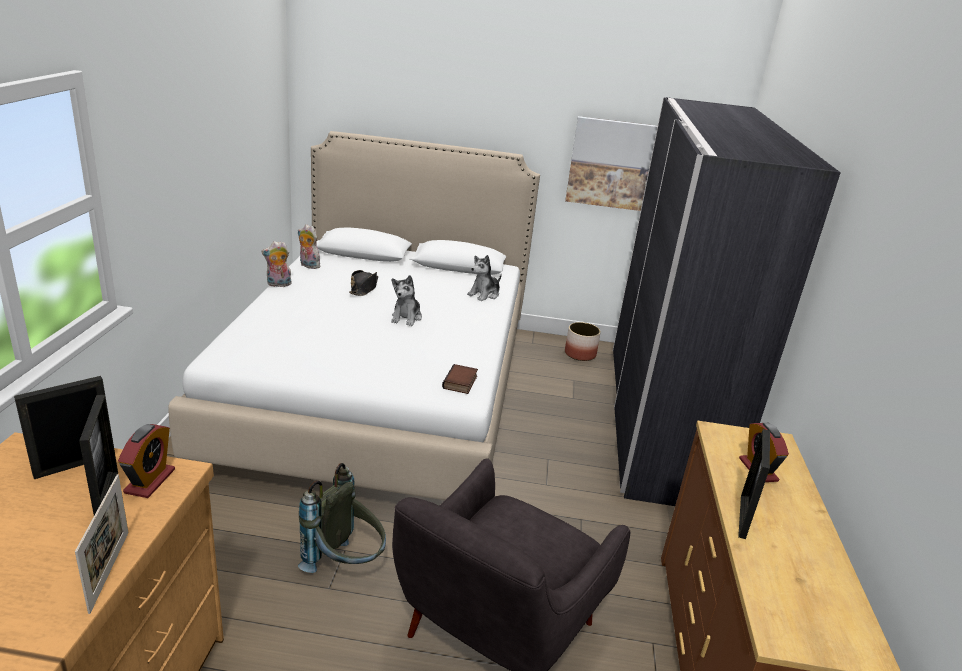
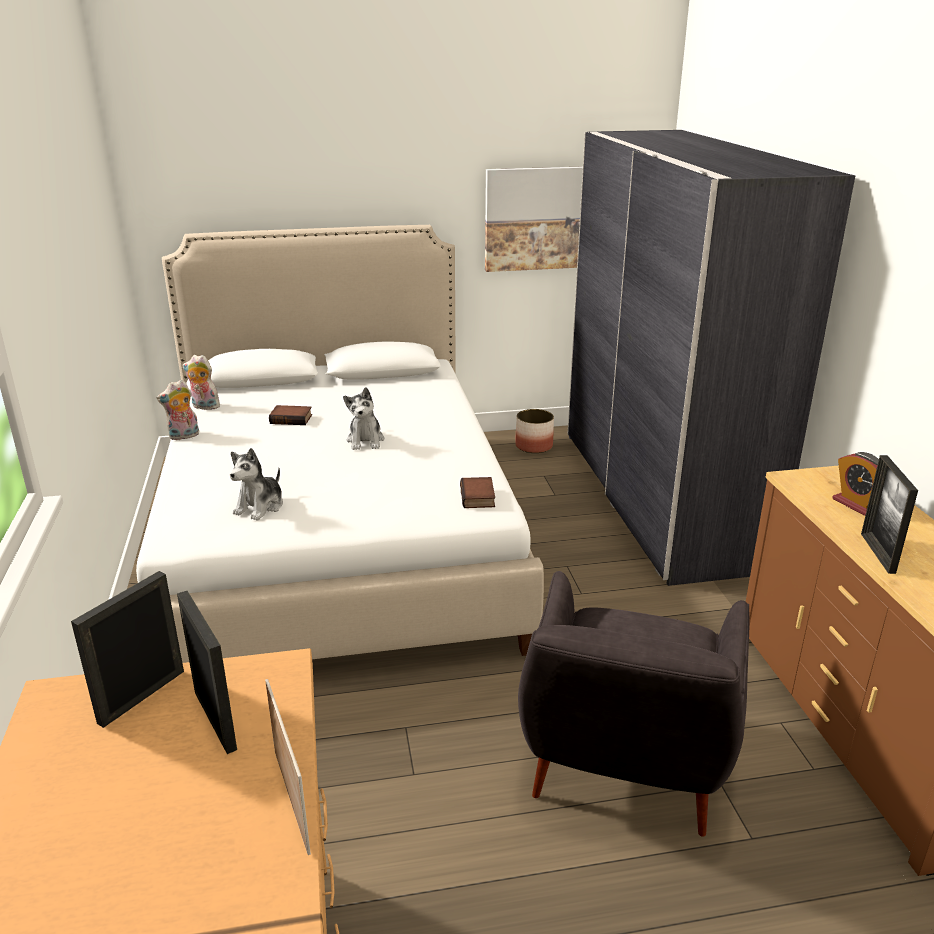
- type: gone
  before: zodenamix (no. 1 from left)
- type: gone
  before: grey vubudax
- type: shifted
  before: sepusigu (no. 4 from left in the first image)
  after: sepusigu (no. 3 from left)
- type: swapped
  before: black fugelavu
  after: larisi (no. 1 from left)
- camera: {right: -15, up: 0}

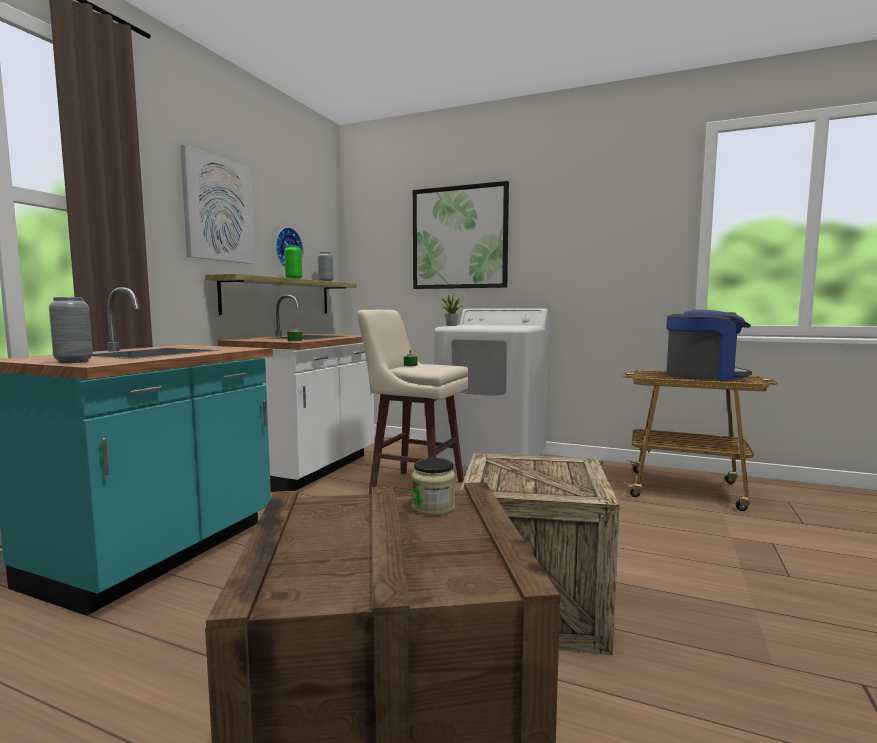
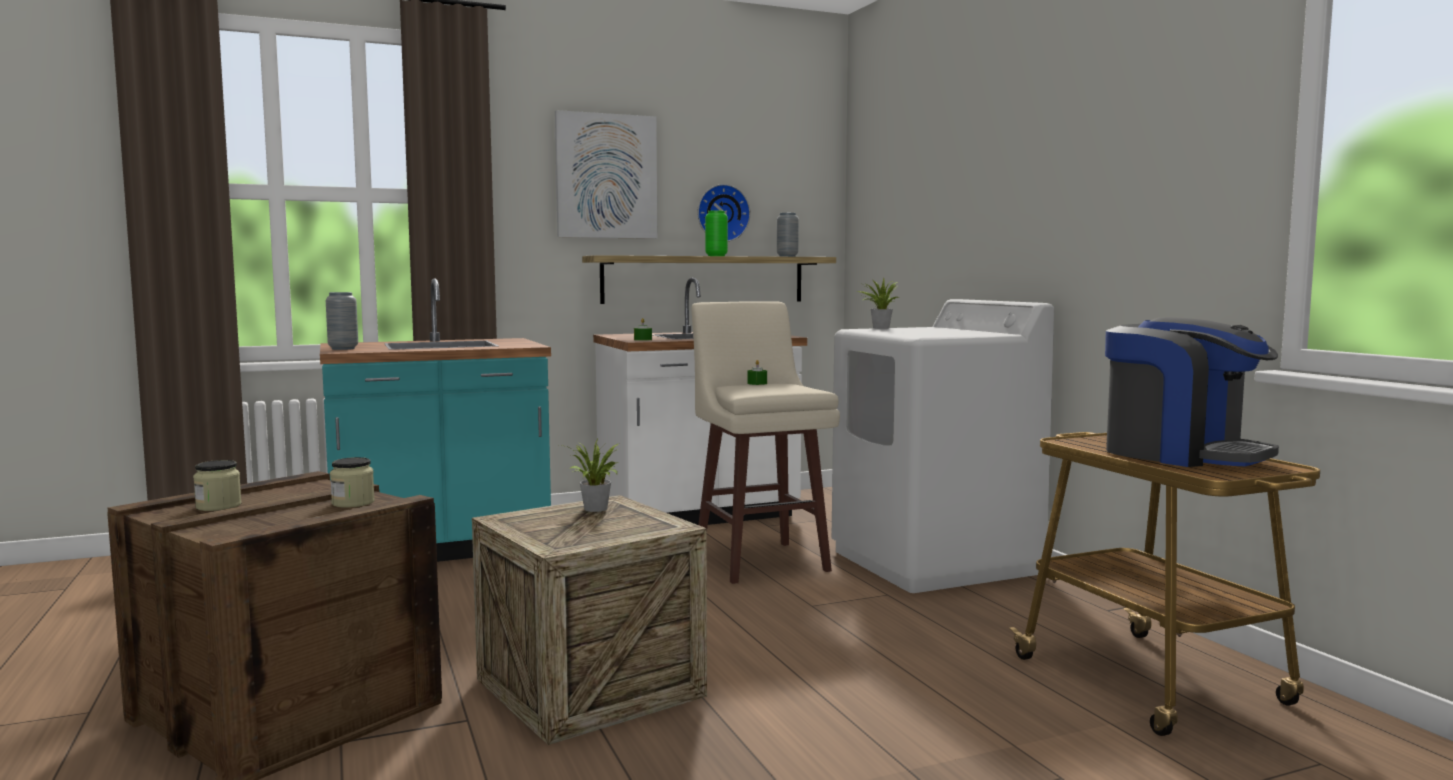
- type: gone
  before: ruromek (no. 2 from left)
- type: new
  after: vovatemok (no. 1 from left)
- type: new
  after: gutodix (no. 1 from left)
- camera: {right: 45, up: 0}

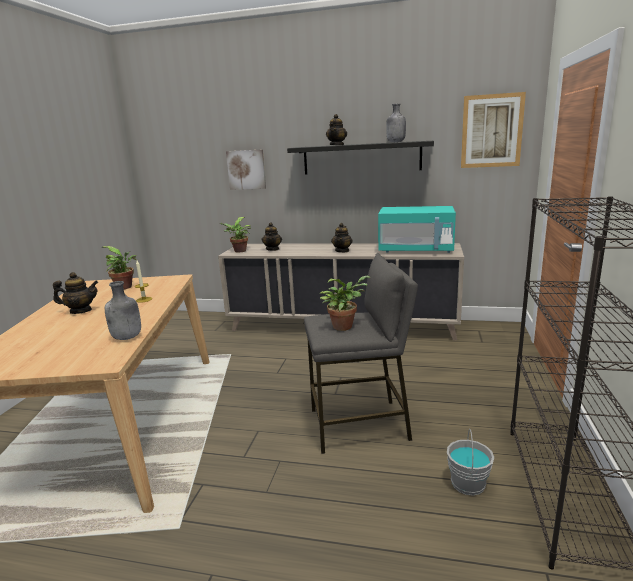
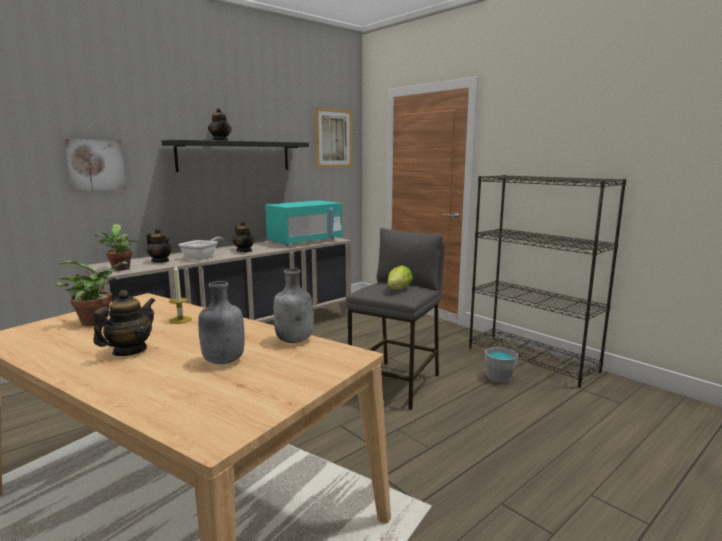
- type: new
  after: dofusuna
- type: shifted
  before: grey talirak (no. 2 from left in the first image)
  after: grey talirak (no. 1 from left)
- type: swapped
  before: gutodix (no. 3 from left)
  after: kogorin
- camera: {right: -55, up: -5}

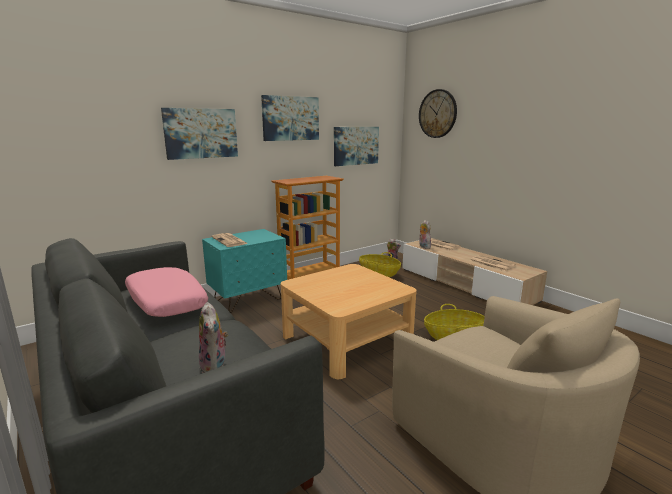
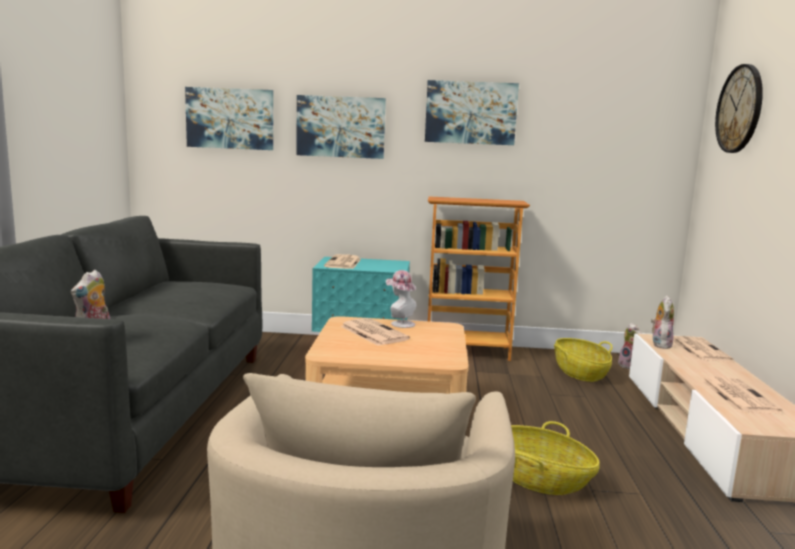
- type: gone
  before: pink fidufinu
- type: new
  after: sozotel (no. 2 from left)
- type: new
  after: fugelavu
- type: shifted
  before: ruromek (no. 3 from left in the first image)
  after: ruromek (no. 1 from left)
- camera: {right: 40, up: -5}

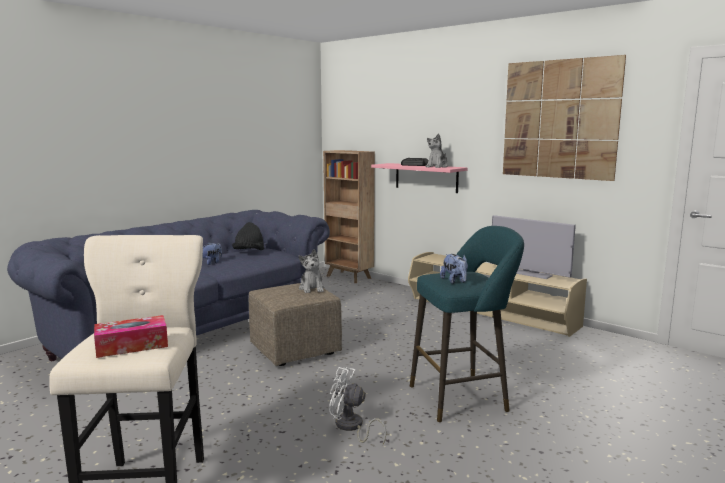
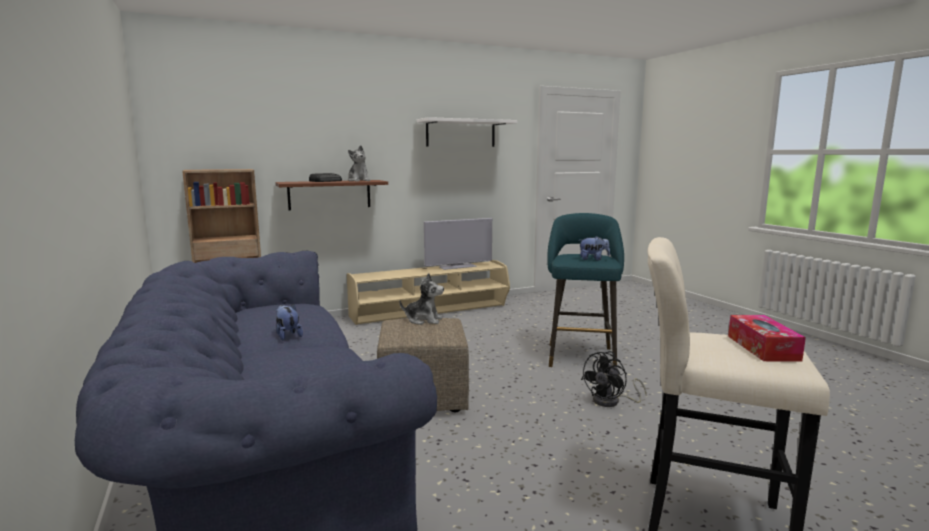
- type: gone
  before: black fugelavu
- type: swapped
  before: ruromek
  after: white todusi
- type: repainted
  before: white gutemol
  after: black gutemol
- type: repainted
  before: pink todusi
  after: brown todusi
- camera: {right: -65, up: 0}

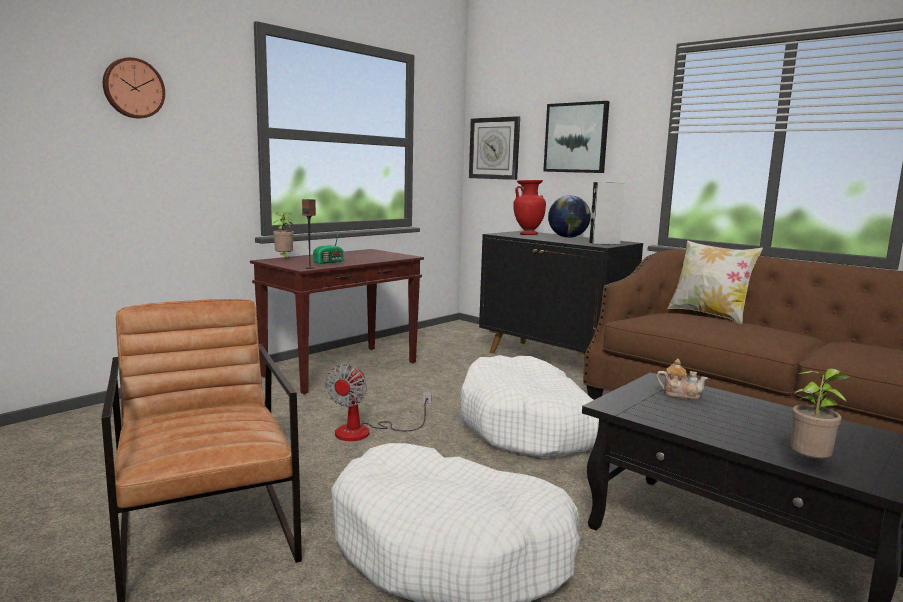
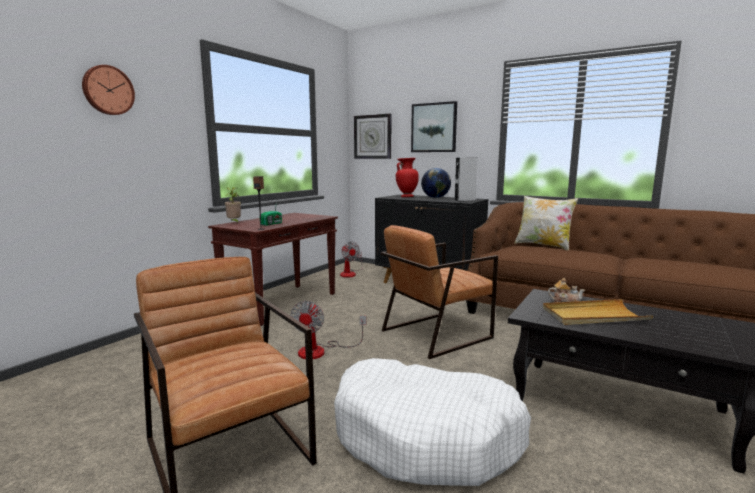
- type: gone
  before: gutodix (no. 2 from left)
- type: new
  after: gutemol (no. 2 from left)
- type: new
  after: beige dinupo
- type: swapped
  before: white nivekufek (no. 2 from left)
  after: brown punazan (no. 2 from left)
- camera: {right: -10, up: 0}

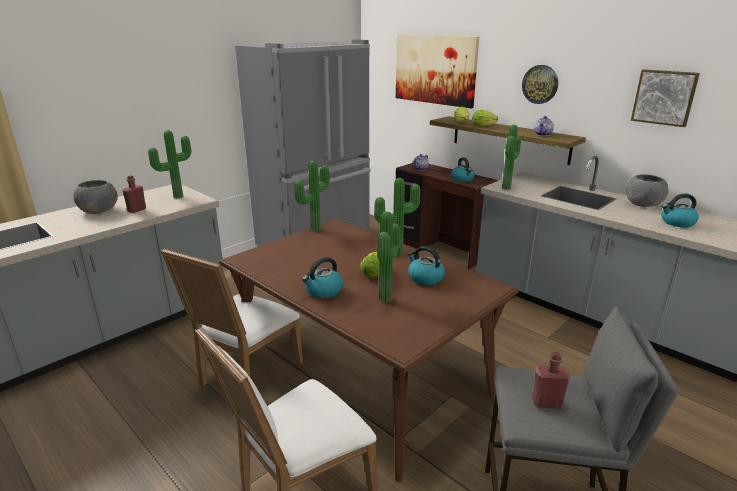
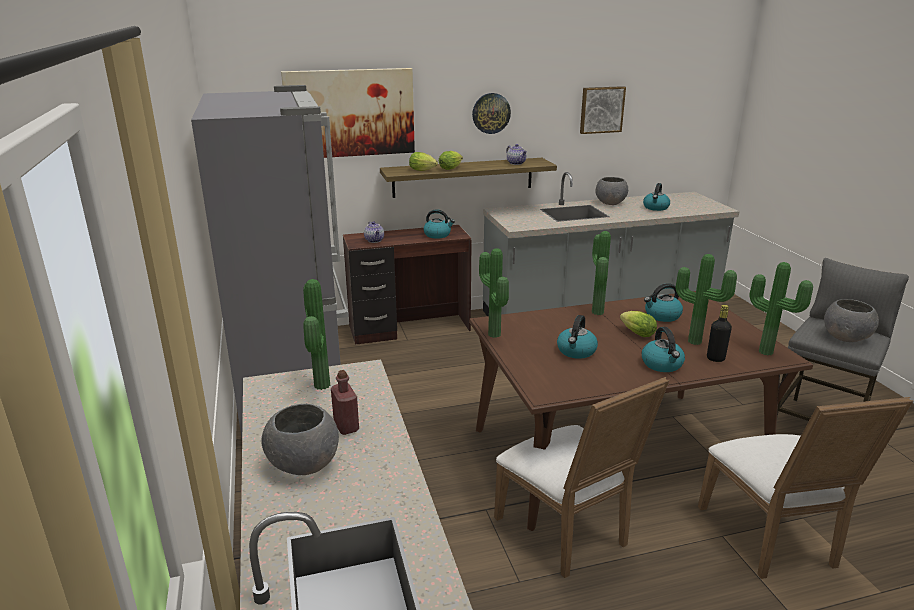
- type: new
  after: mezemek (no. 2 from left)
- type: new
  after: black talirak
- type: shifted
  before: gutodix (no. 5 from left)
- type: swapped
  before: red talirak (no. 2 from left)
  after: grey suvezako (no. 3 from left)
- camera: {right: -60, up: 0}

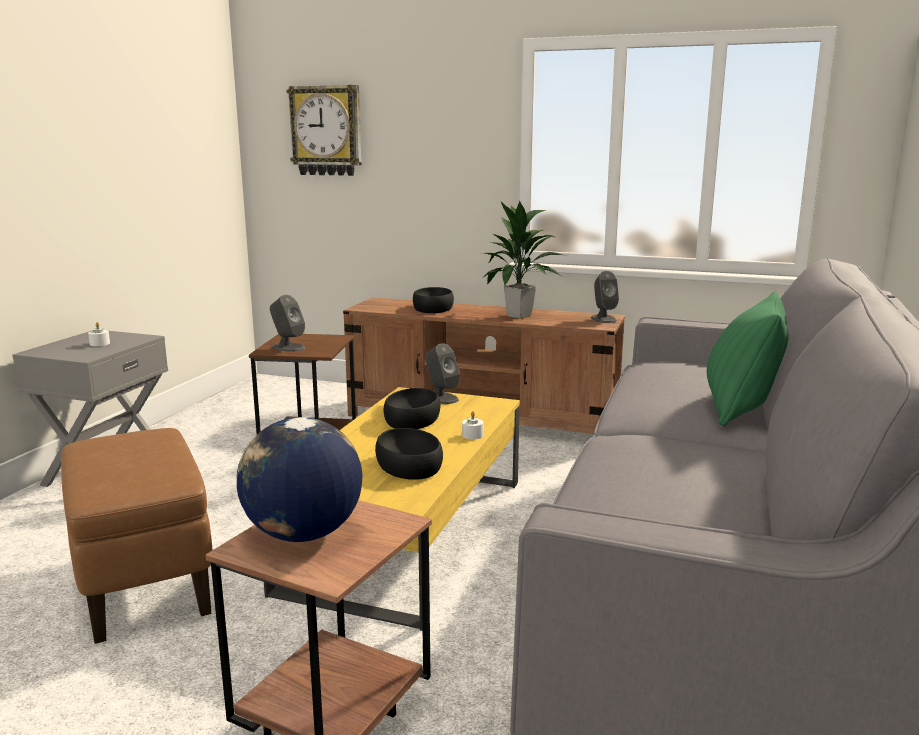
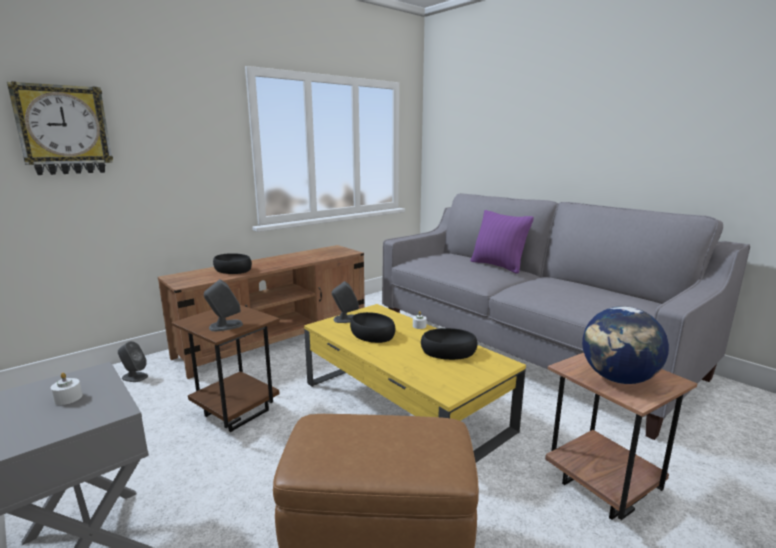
- type: gone
  before: gutodix
- type: shifted
  before: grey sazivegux (no. 3 from left in the first image)
  after: grey sazivegux (no. 1 from left)
- type: repainted
  before: green fidufinu
  after: purple fidufinu
- camera: {right: -60, up: 0}

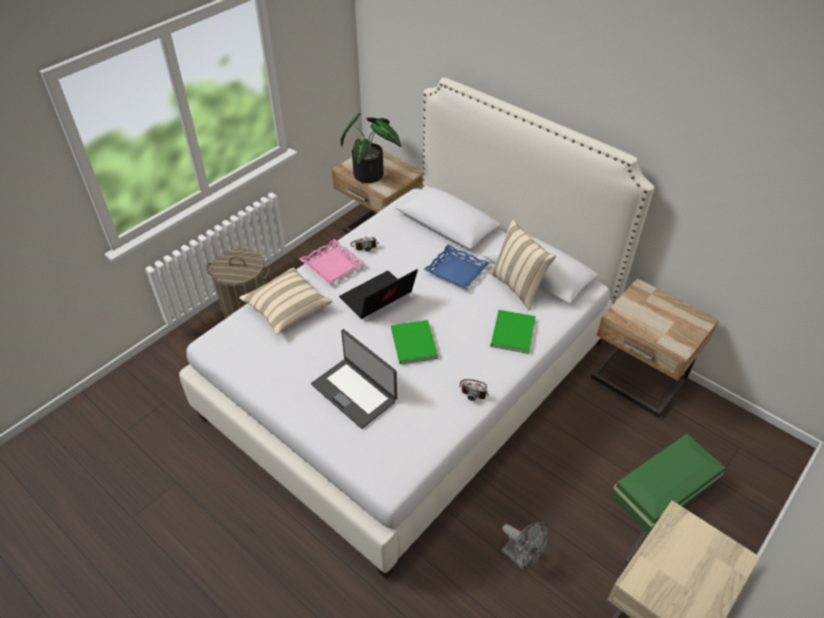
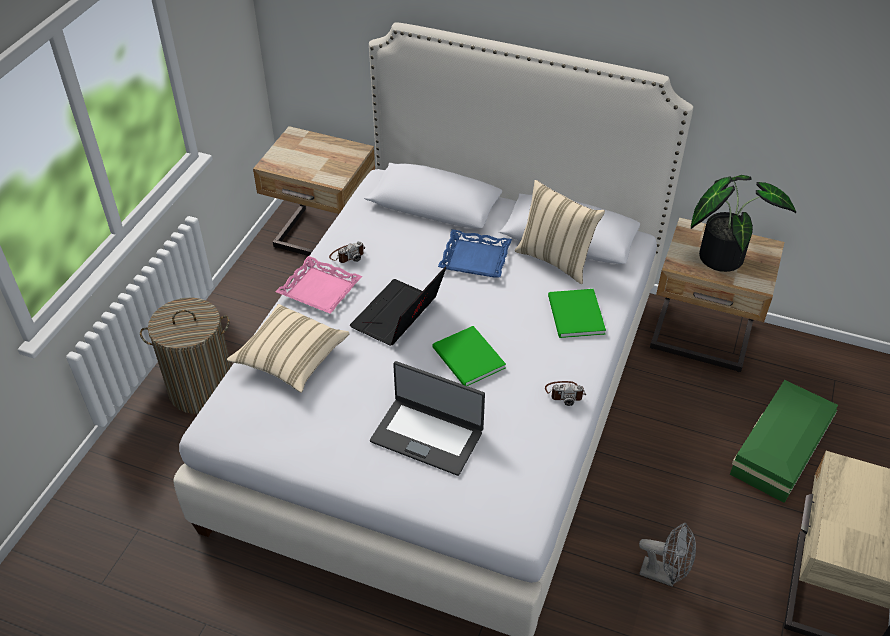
- type: shifted
  before: gutodix
- camera: {right: -20, up: 0}

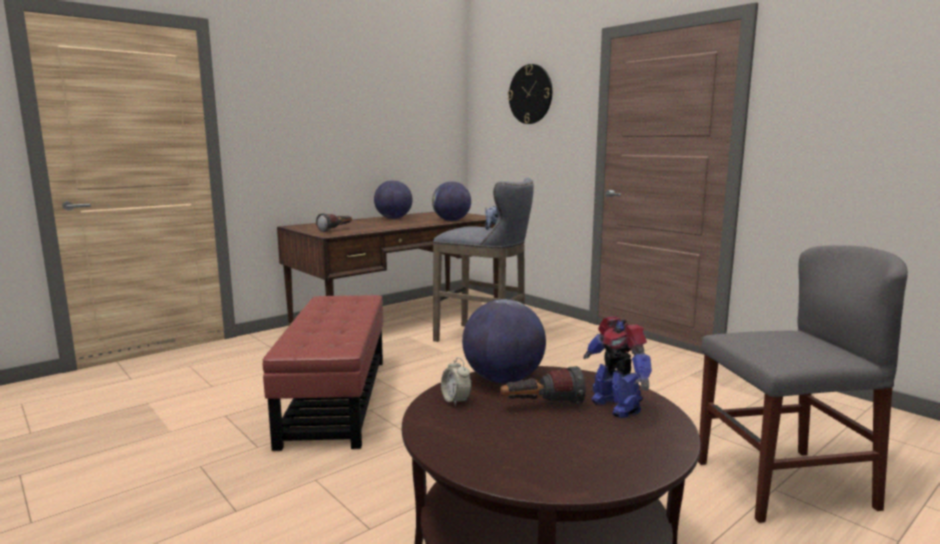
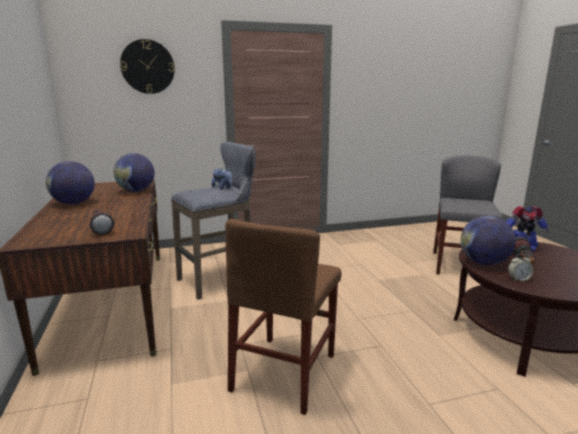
- type: swapped
  before: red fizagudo
  after: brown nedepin
- camera: {right: -65, up: 5}

